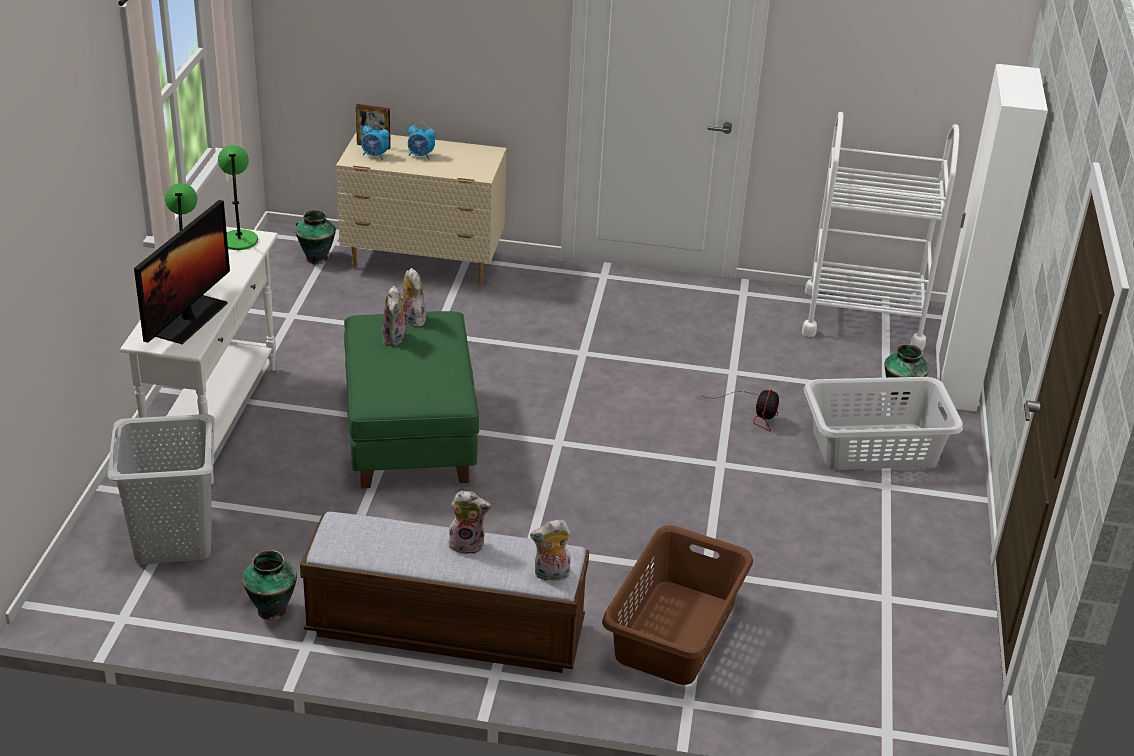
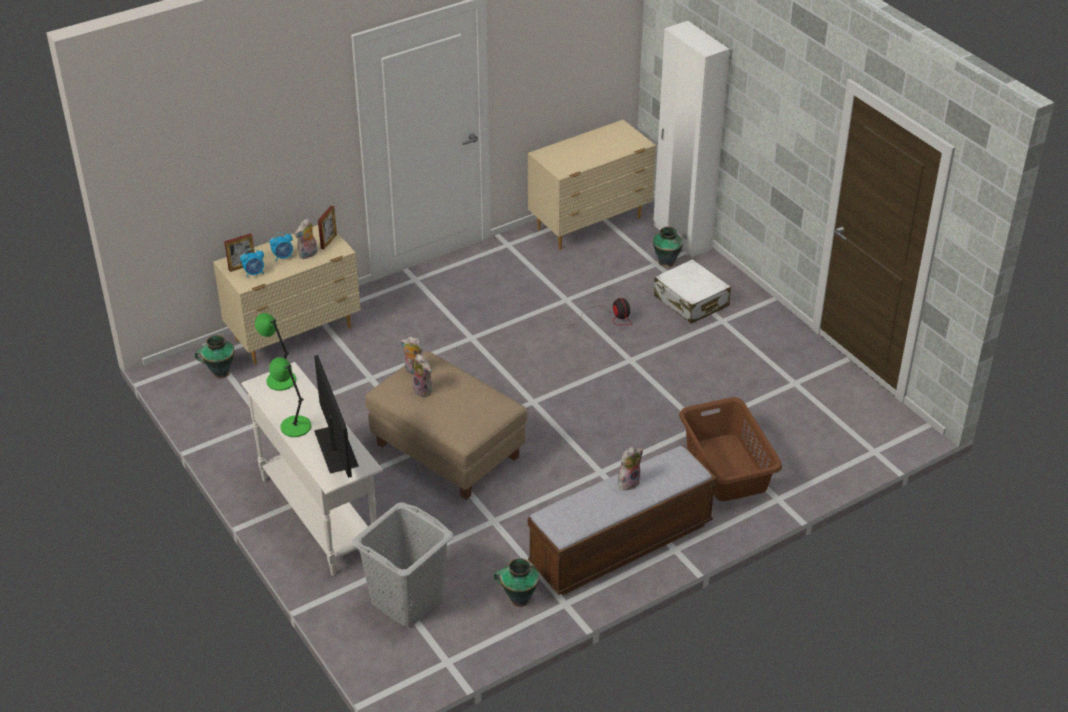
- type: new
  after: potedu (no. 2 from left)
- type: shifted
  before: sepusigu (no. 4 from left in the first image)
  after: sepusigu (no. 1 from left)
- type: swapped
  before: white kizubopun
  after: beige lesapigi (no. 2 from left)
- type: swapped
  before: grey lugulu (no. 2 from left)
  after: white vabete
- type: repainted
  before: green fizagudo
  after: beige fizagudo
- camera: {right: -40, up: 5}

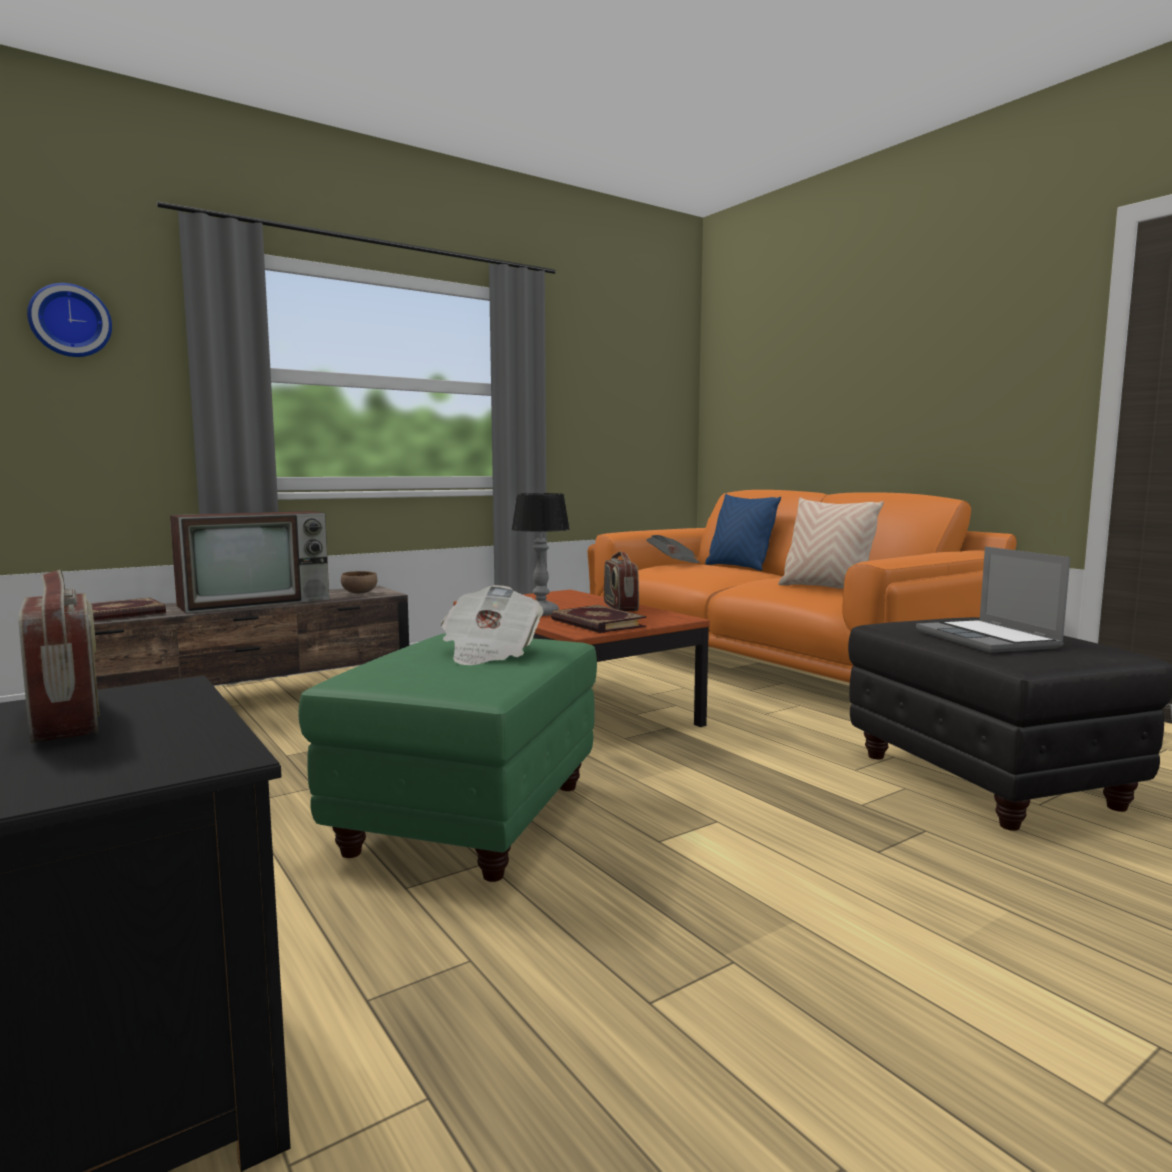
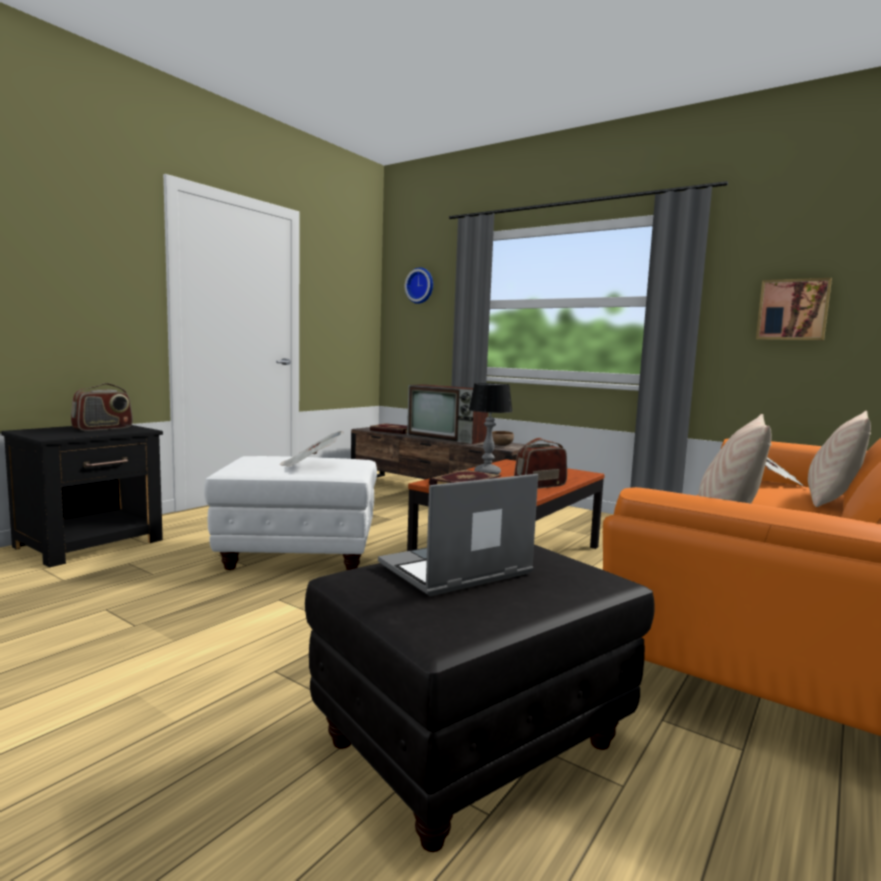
- type: new
  after: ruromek
- type: repainted
  before: green fizagudo
  after: white fizagudo
- type: repainted
  before: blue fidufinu
  after: beige fidufinu (no. 2 from left)
- camera: {right: 70, up: 0}

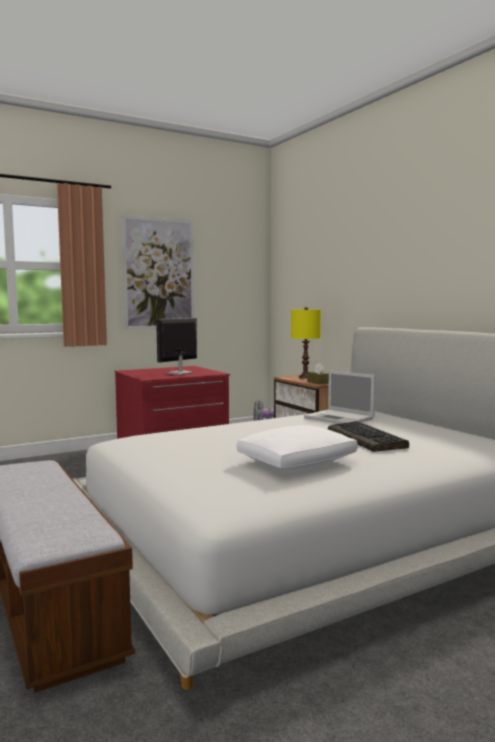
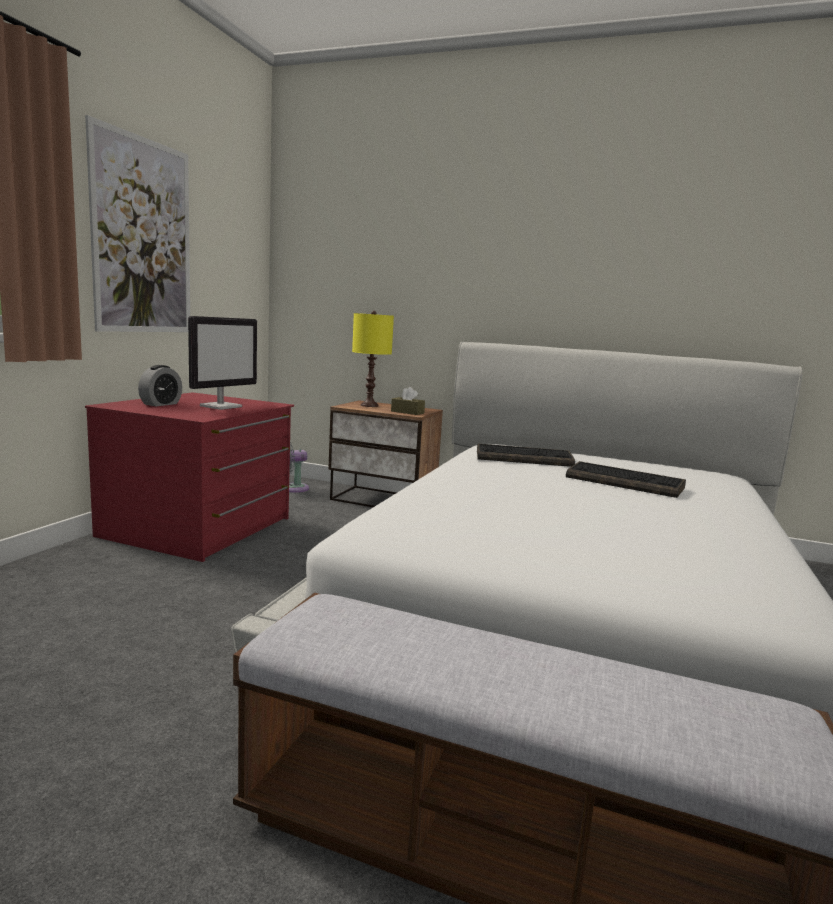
- type: gone
  before: white fidufinu
- type: new
  after: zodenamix
- type: swapped
  before: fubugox
  after: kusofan (no. 1 from left)
- type: rotated
  before: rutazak
  turn: -150
- camera: {right: -40, up: 5}

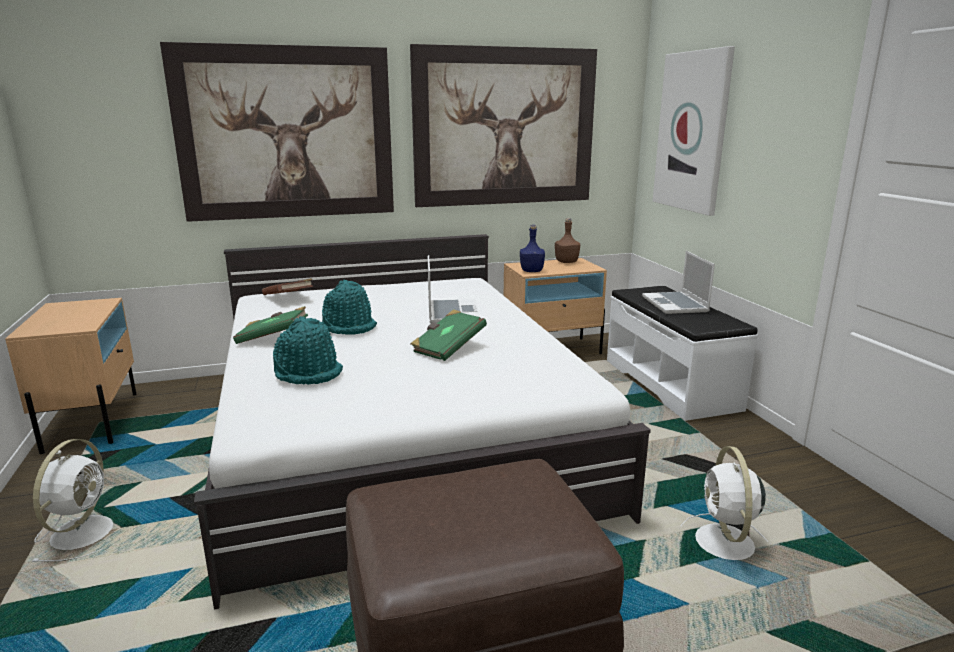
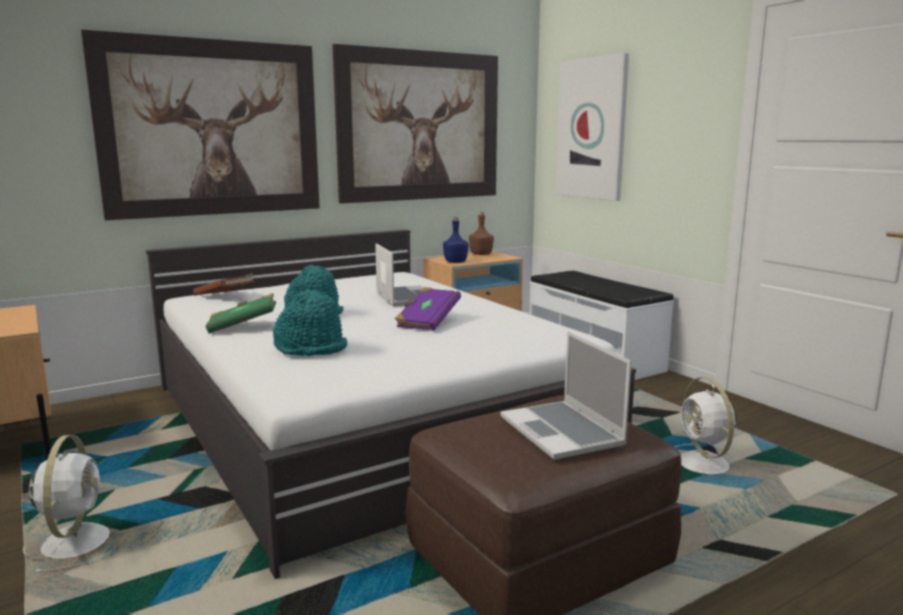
- type: shifted
  before: fubugox (no. 2 from left)
- type: repainted
  before: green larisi (no. 2 from left)
  after: purple larisi
- camera: {right: -15, up: -5}

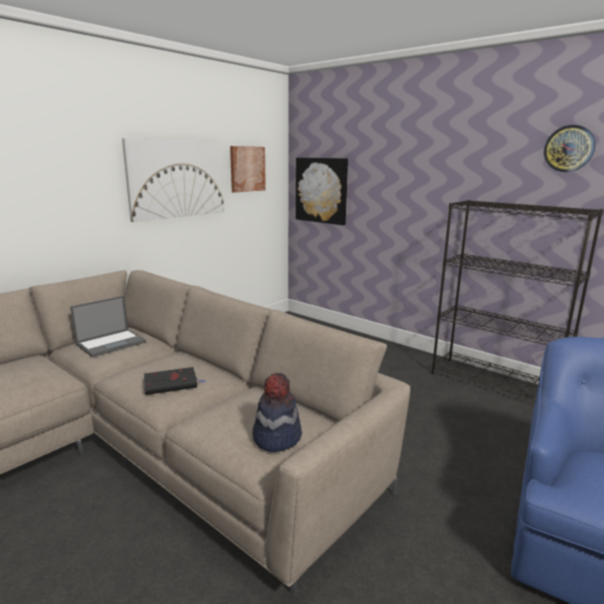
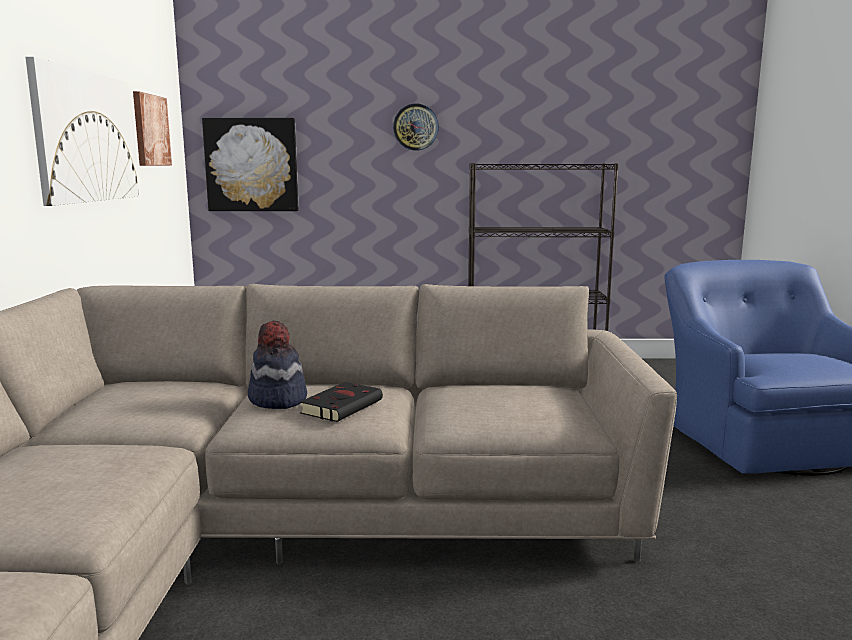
- type: gone
  before: fubugox
- type: shifted
  before: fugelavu
- type: shifted
  before: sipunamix
- camera: {right: -40, up: -5}

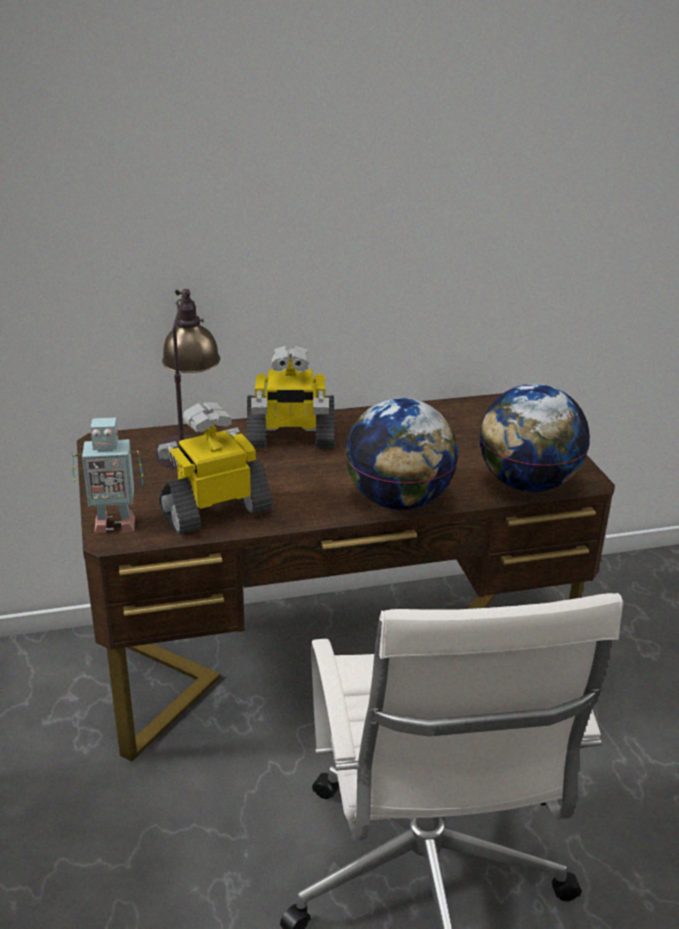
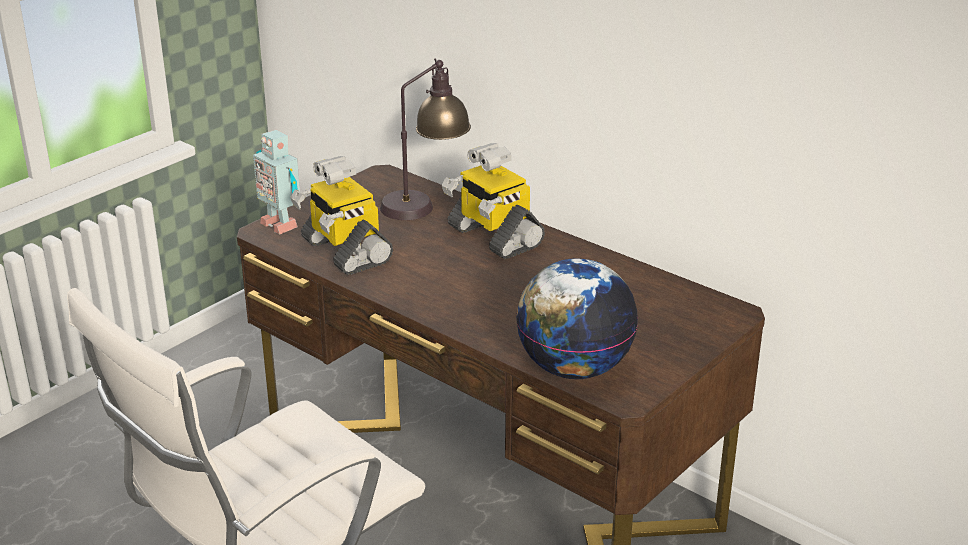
- type: gone
  before: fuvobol (no. 1 from left)
- type: rotated
  before: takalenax (no. 2 from left)
  turn: -150
- camera: {right: 55, up: 0}

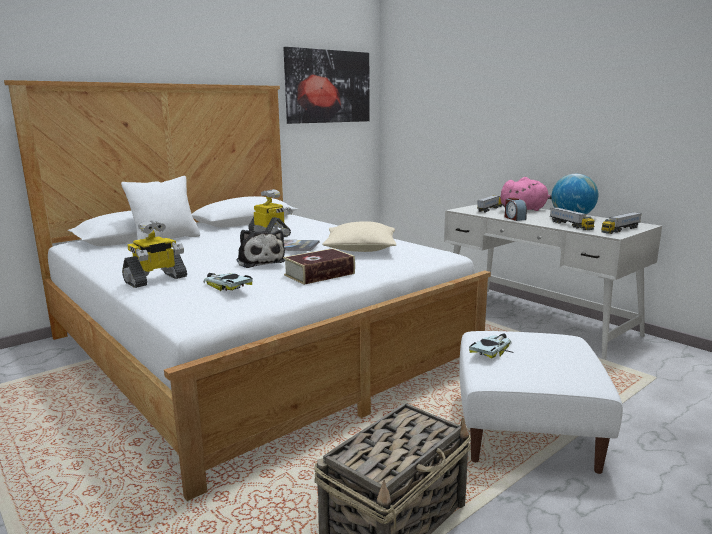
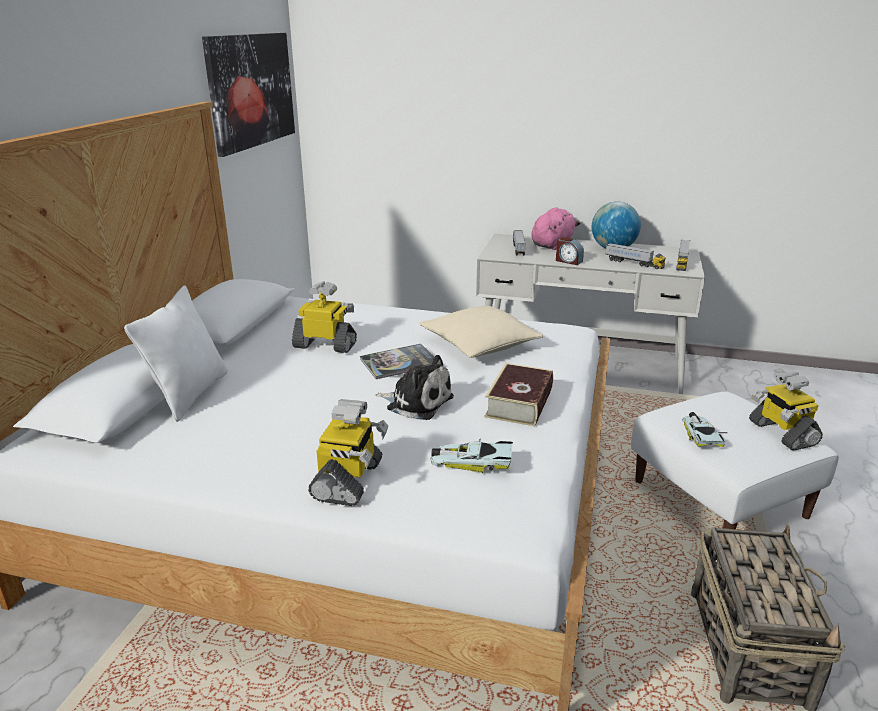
- type: new
  after: takalenax (no. 3 from left)
- camera: {right: -35, up: 10}

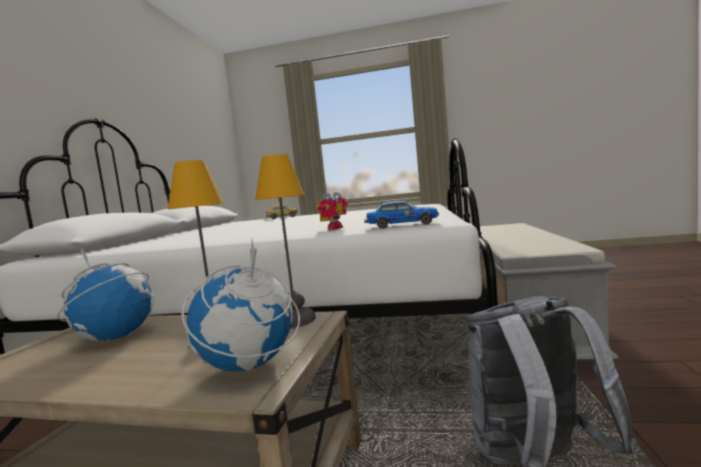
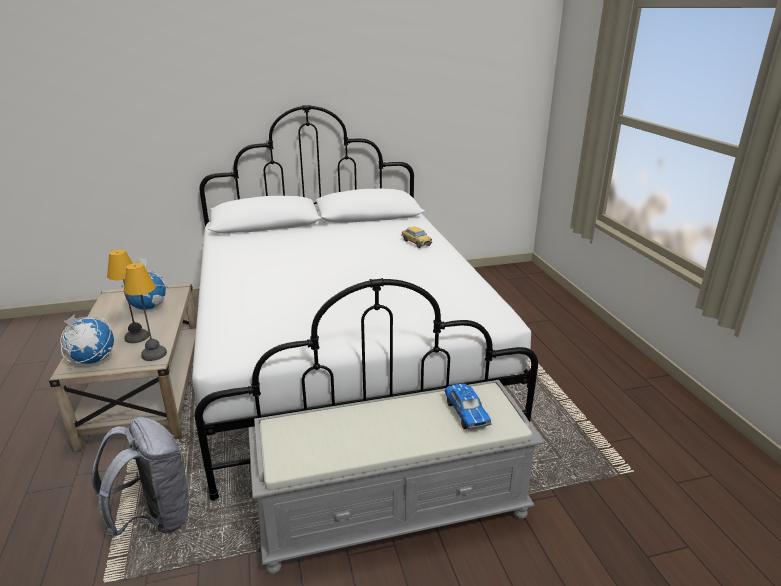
- type: gone
  before: takalenax
- type: shifted
  before: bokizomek (no. 2 from left)
- camera: {right: 65, up: 20}

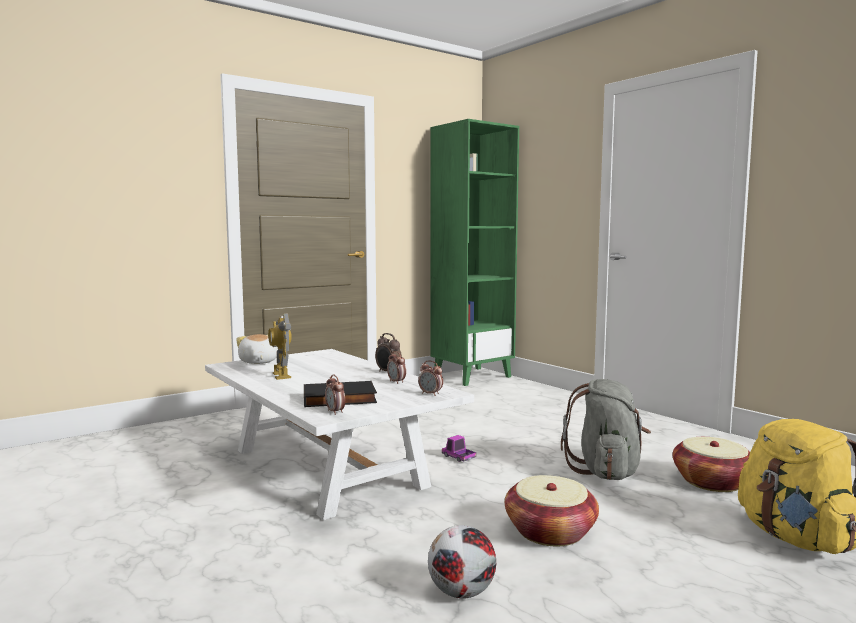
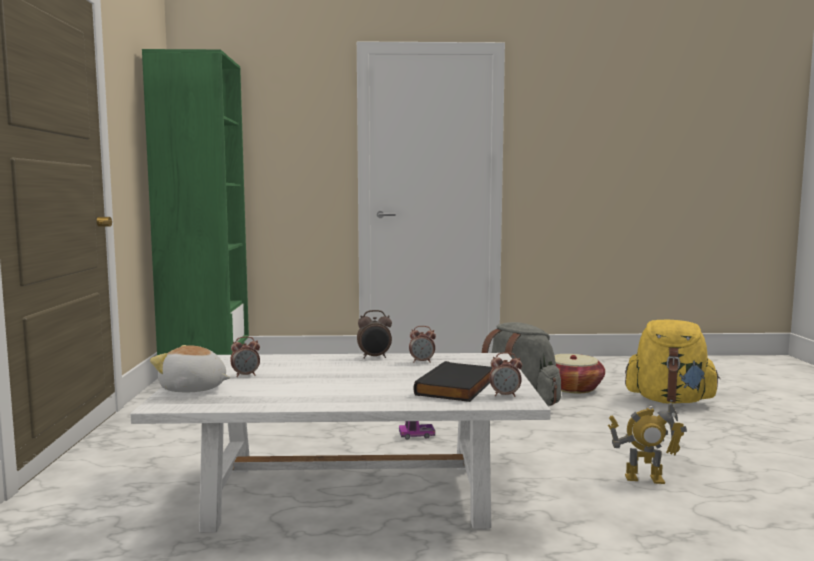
- type: gone
  before: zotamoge
- type: gone
  before: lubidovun (no. 1 from left)
- type: shifted
  before: takalenax
- type: shifted
  before: zodenamix (no. 4 from left in the first image)
  after: zodenamix (no. 1 from left)
- camera: {right: -55, up: 0}

